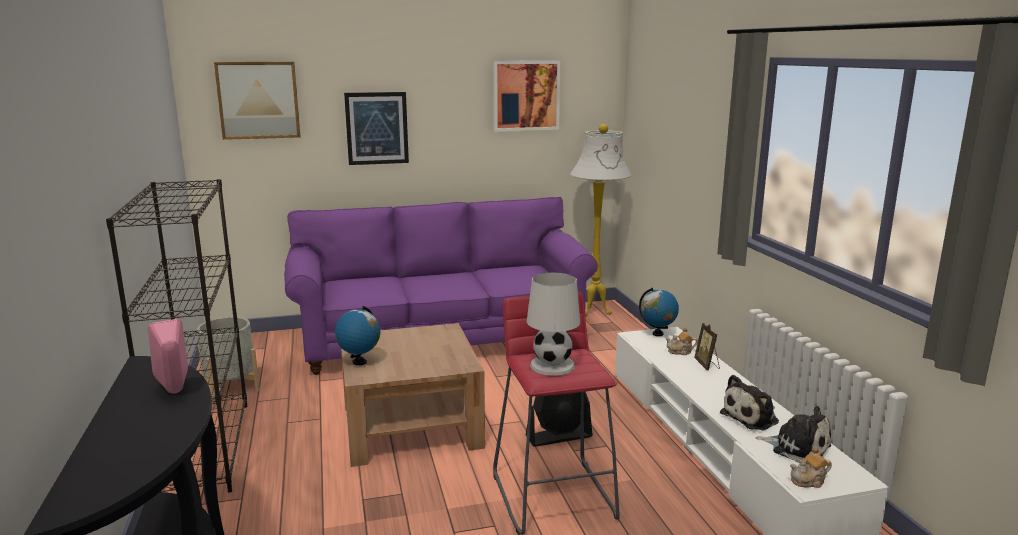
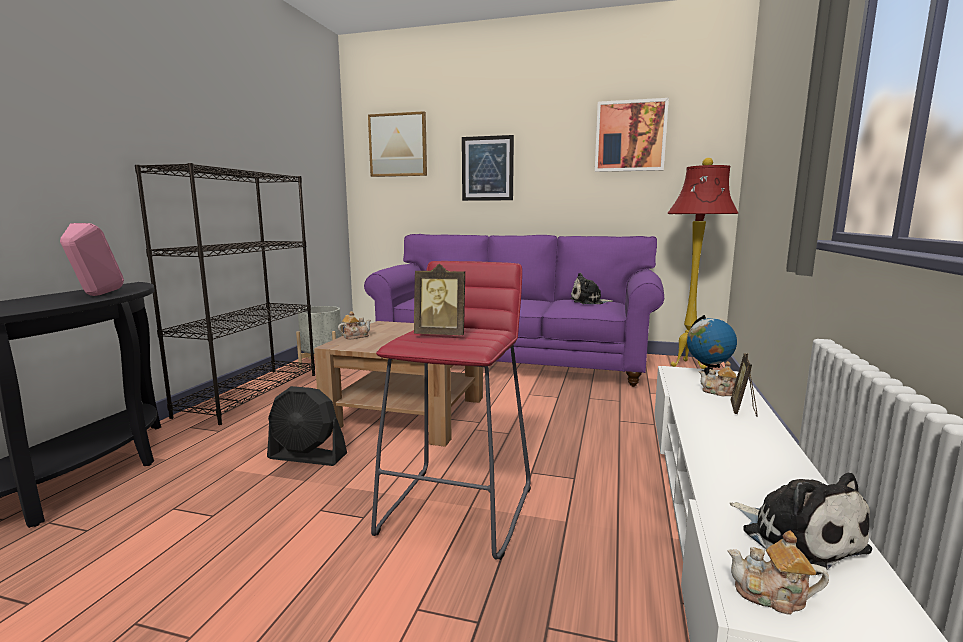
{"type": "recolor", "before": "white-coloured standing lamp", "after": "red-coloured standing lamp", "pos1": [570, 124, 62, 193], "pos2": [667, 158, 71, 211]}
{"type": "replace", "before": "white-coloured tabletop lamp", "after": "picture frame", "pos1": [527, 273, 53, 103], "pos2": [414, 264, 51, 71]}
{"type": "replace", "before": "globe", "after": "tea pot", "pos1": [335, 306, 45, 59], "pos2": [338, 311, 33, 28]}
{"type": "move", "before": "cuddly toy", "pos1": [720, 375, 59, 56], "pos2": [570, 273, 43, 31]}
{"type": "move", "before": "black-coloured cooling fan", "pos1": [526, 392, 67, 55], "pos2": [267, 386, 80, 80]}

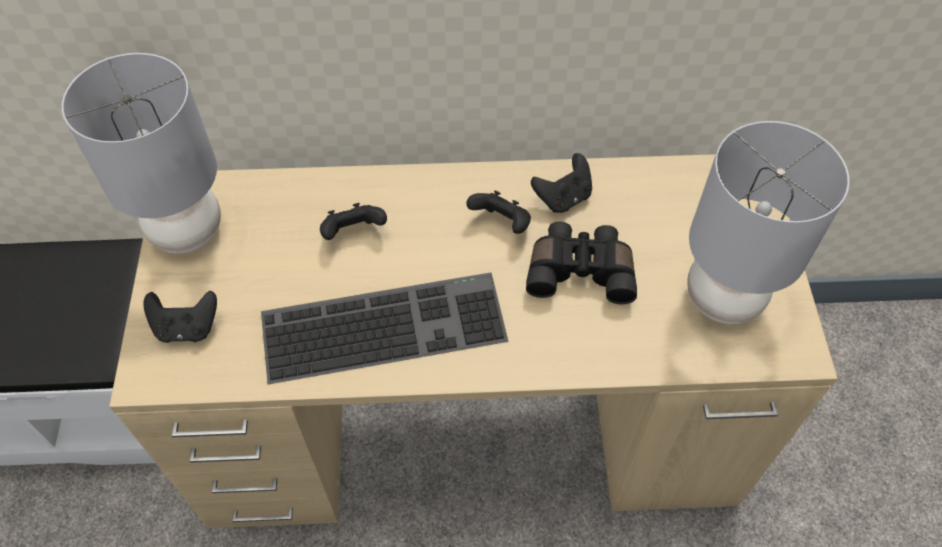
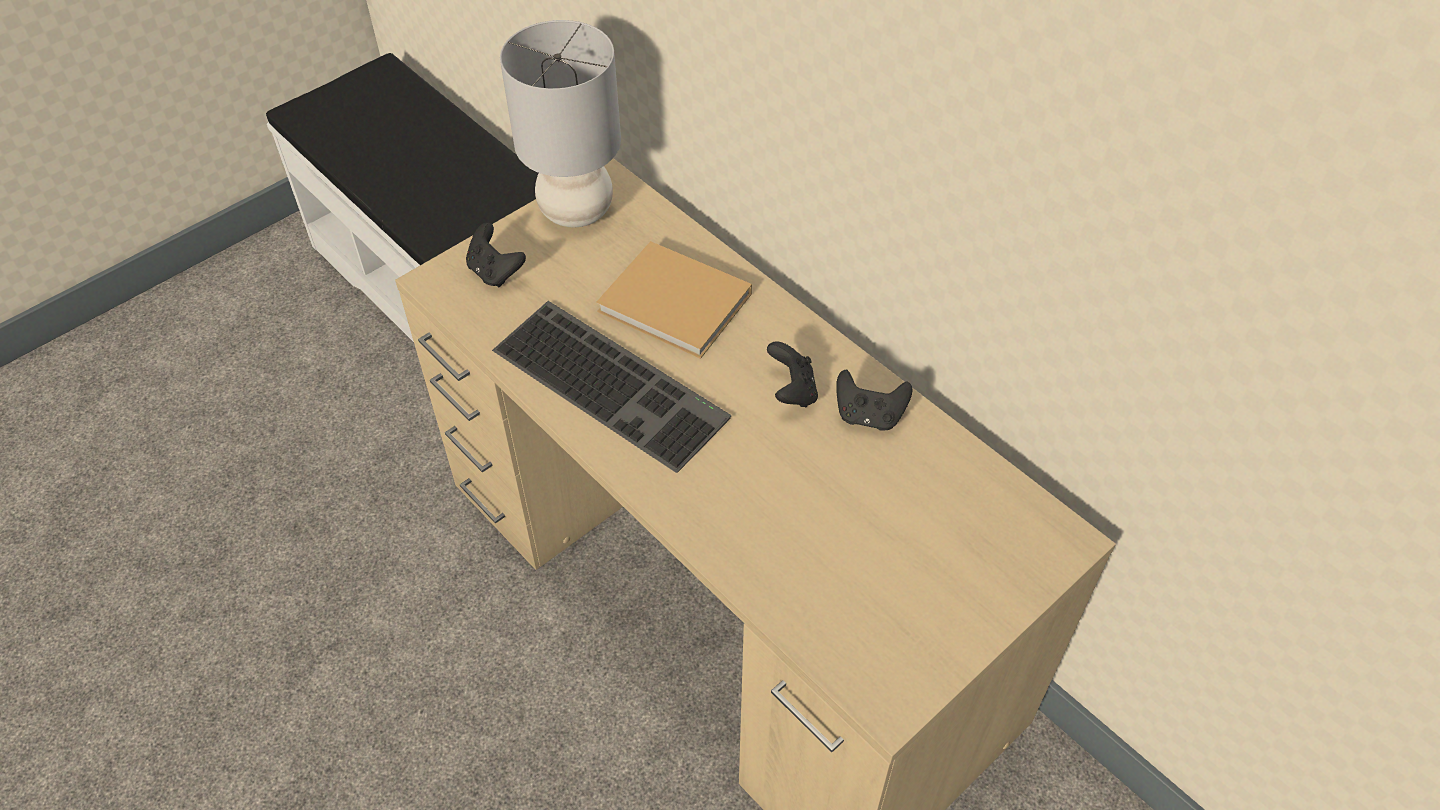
{"type": "delete", "before": "greyish tabletop lamp", "pos1": [687, 121, 163, 203]}
{"type": "replace", "before": "black-coloured gamepad", "after": "sand-coloured book", "pos1": [320, 203, 67, 37], "pos2": [596, 241, 156, 118]}
{"type": "delete", "before": "black-coloured pair of binoculars", "pos1": [526, 222, 111, 82]}

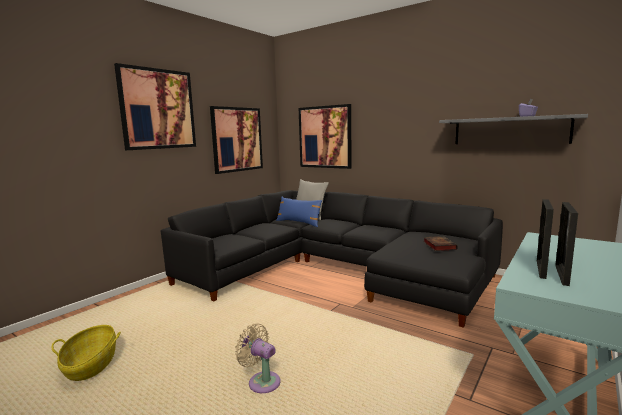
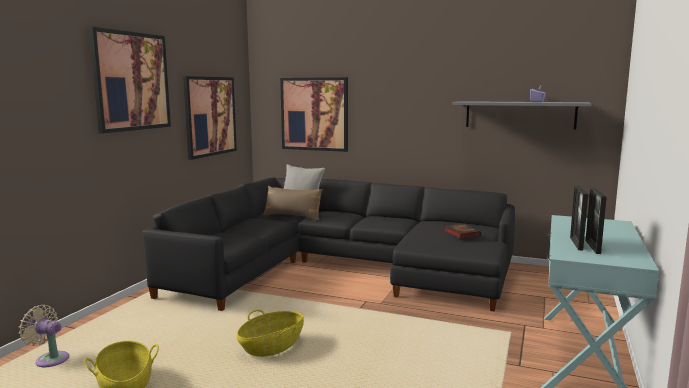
{"type": "recolor", "before": "blue-coloured throw pillow", "after": "brown-coloured throw pillow", "pos1": [276, 196, 46, 31], "pos2": [263, 186, 60, 35]}
{"type": "move", "before": "sand-coloured cooling fan", "pos1": [235, 324, 45, 69], "pos2": [19, 305, 50, 62]}
{"type": "insert", "after": "storage basket", "pos2": [237, 309, 67, 48]}

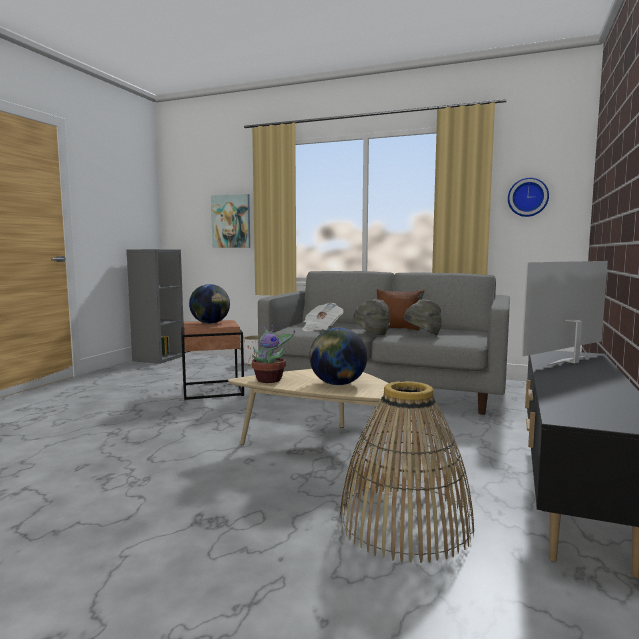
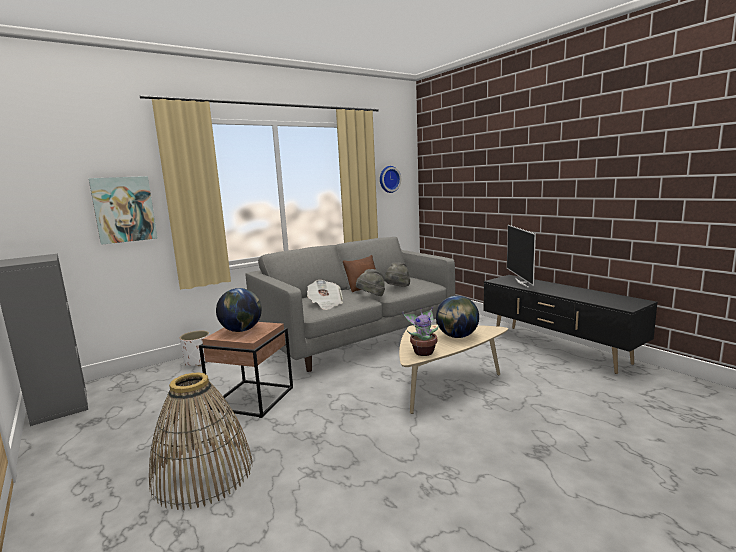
{"type": "move", "before": "storage basket", "pos1": [340, 381, 134, 182], "pos2": [149, 372, 104, 138]}

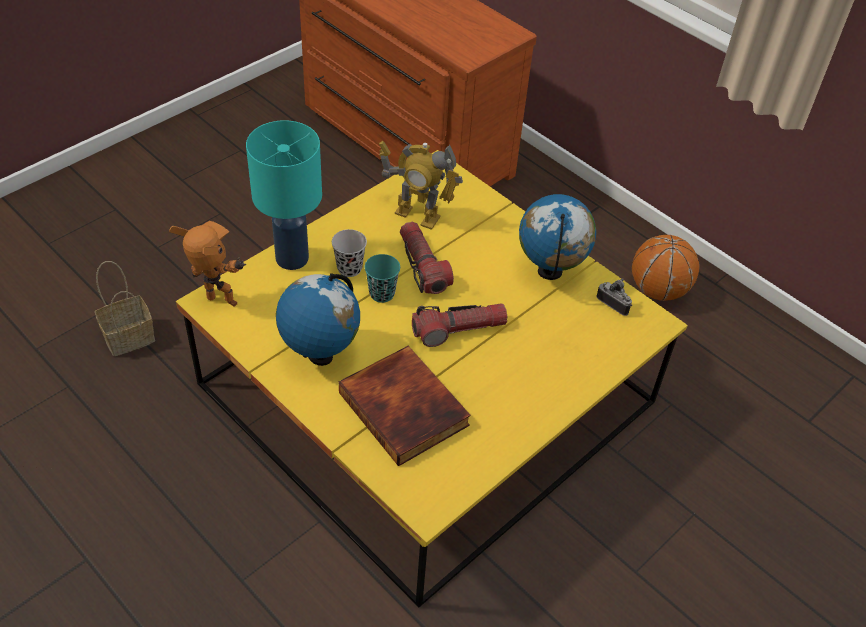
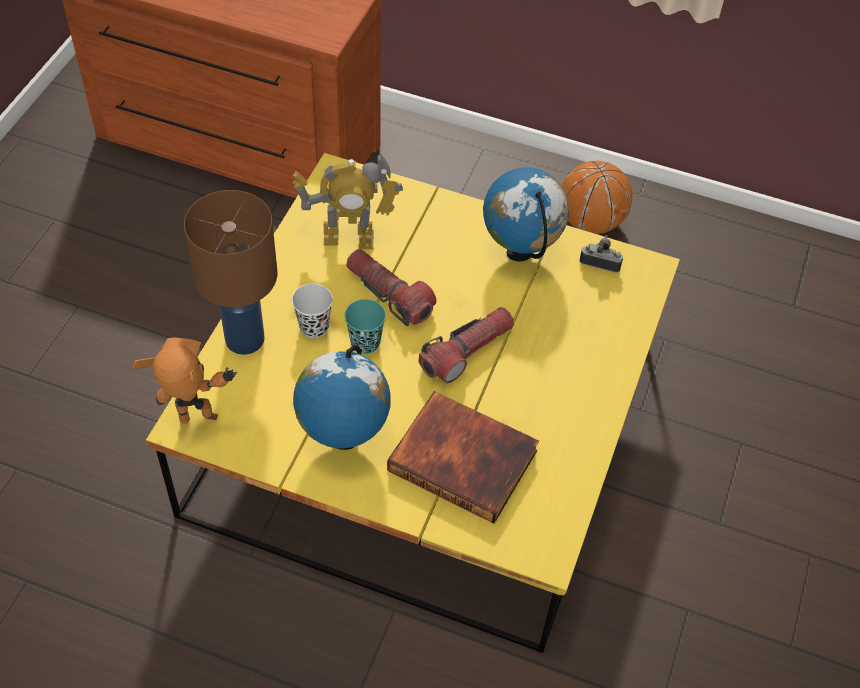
{"type": "recolor", "before": "blue-green tabletop lamp", "after": "brown-coloured tabletop lamp", "pos1": [246, 120, 76, 150], "pos2": [184, 190, 93, 165]}
{"type": "delete", "before": "storage basket", "pos1": [95, 261, 60, 95]}

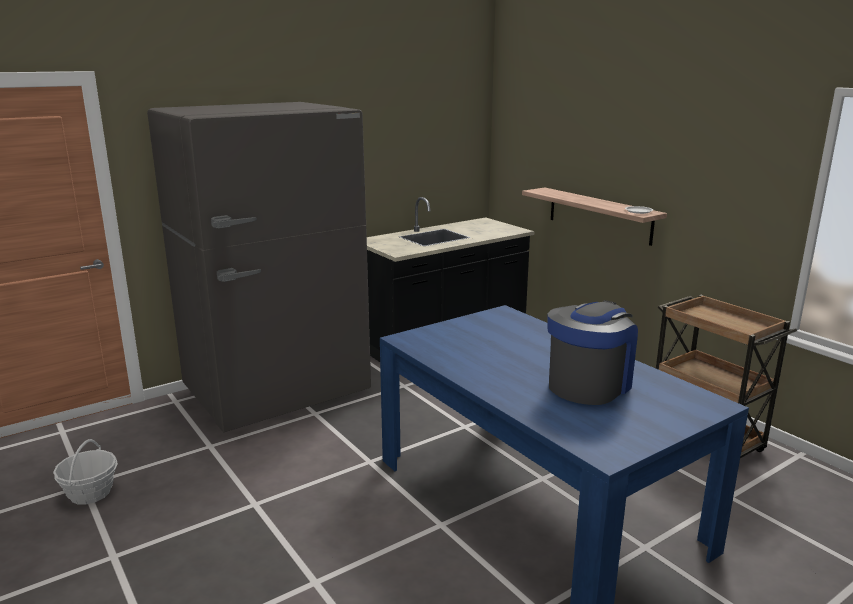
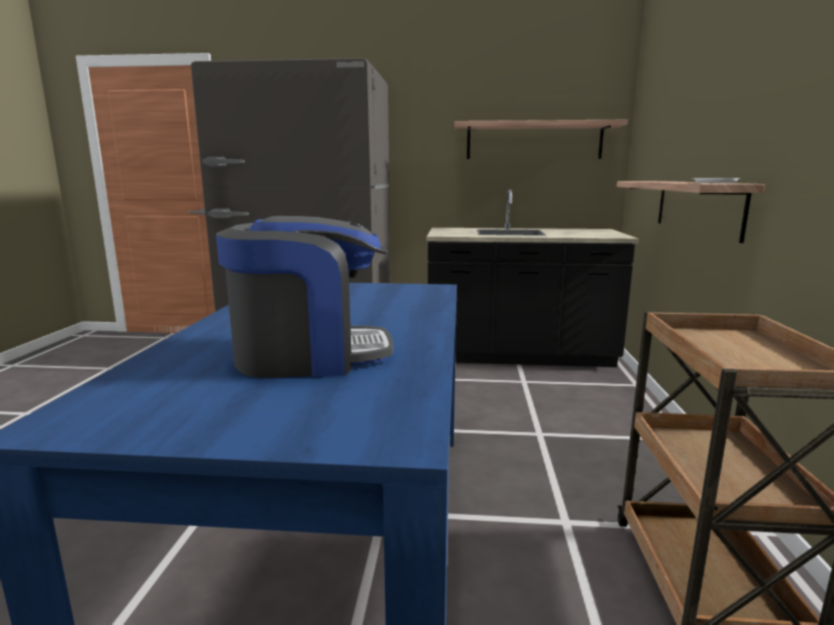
{"type": "delete", "before": "storage basket", "pos1": [53, 439, 65, 66]}
{"type": "insert", "after": "wall shelf", "pos2": [455, 120, 173, 39]}

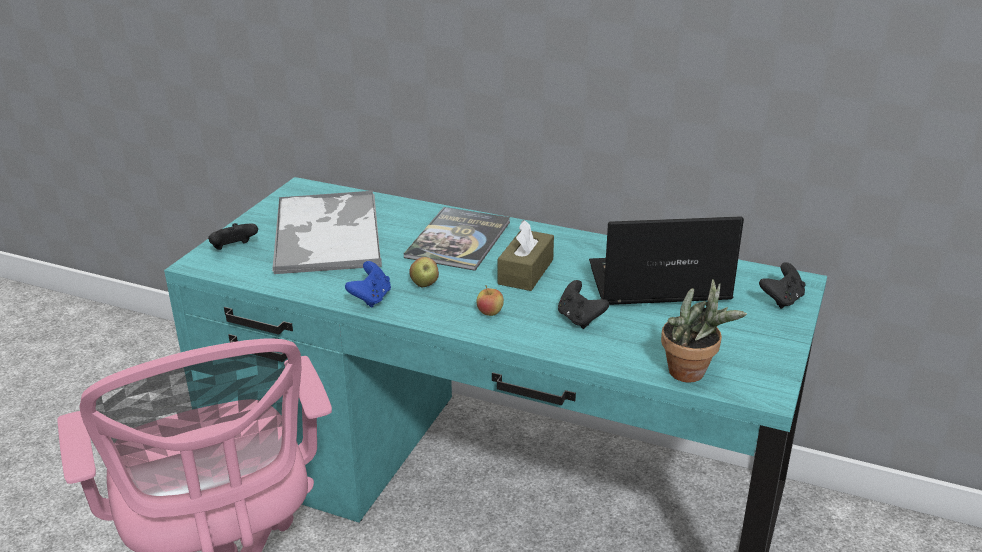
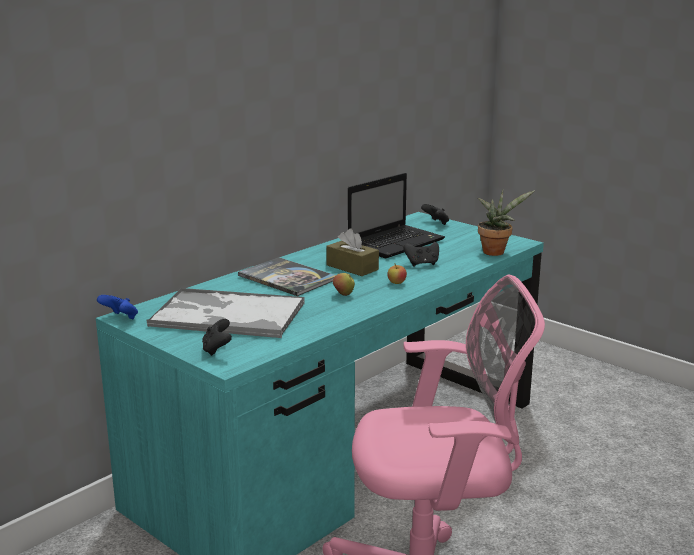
{"type": "rotate", "before": "notebook computer", "pos1": [589, 216, 155, 89], "pos2": [348, 173, 97, 85], "turn": -150}
{"type": "move", "before": "blue-coloured gamepad", "pos1": [345, 261, 46, 47], "pos2": [97, 295, 41, 24]}

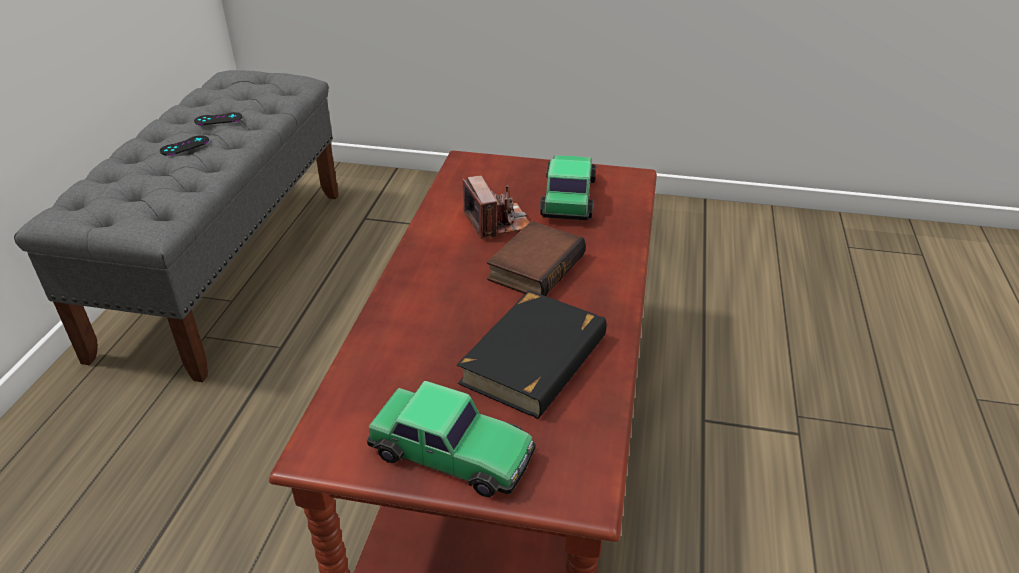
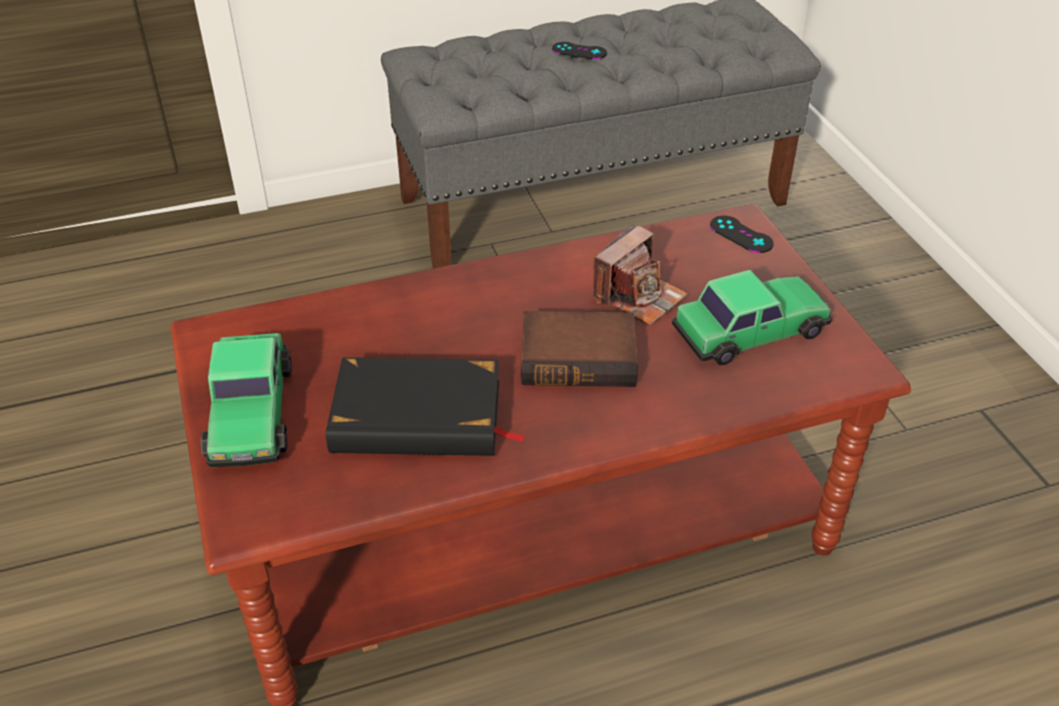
{"type": "move", "before": "black-coloured gamepad", "pos1": [194, 112, 48, 13], "pos2": [710, 216, 64, 37]}

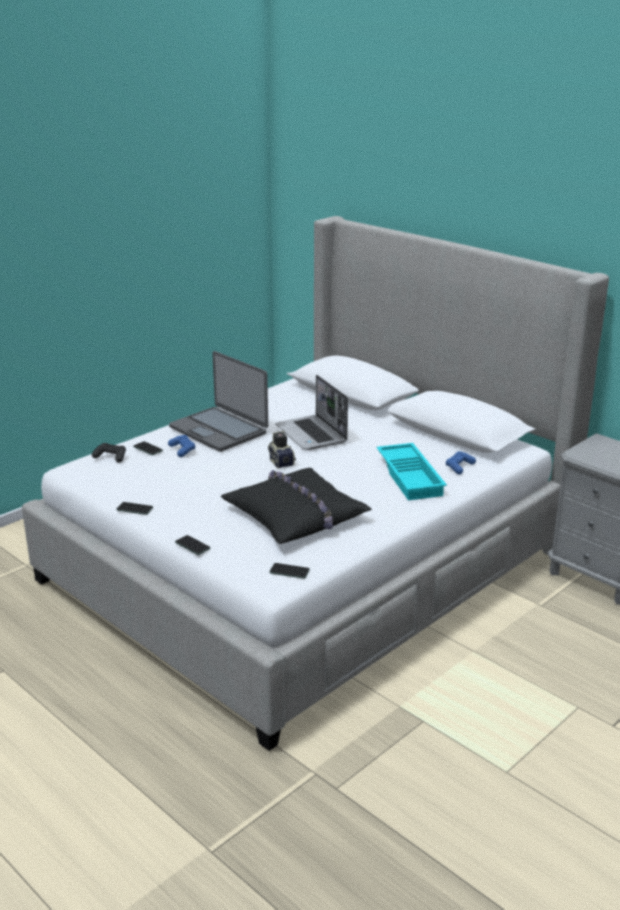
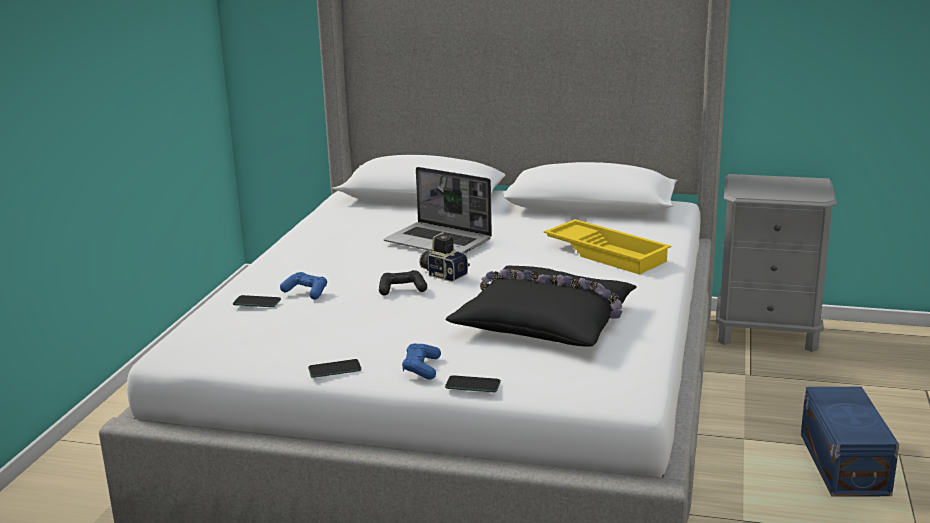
{"type": "delete", "before": "notebook computer", "pos1": [169, 351, 99, 101]}
{"type": "move", "before": "black-coloured gamepad", "pos1": [92, 443, 34, 20], "pos2": [379, 270, 48, 25]}
{"type": "recolor", "before": "blue-green carrying tray", "after": "yellowish carrying tray", "pos1": [377, 443, 70, 57], "pos2": [544, 219, 127, 56]}
{"type": "move", "before": "blue-coloured gamepad", "pos1": [446, 451, 30, 23], "pos2": [402, 343, 39, 37]}
{"type": "delete", "before": "handset", "pos1": [270, 563, 40, 16]}
{"type": "insert", "after": "blue-coloured storage box", "pos2": [801, 387, 98, 109]}

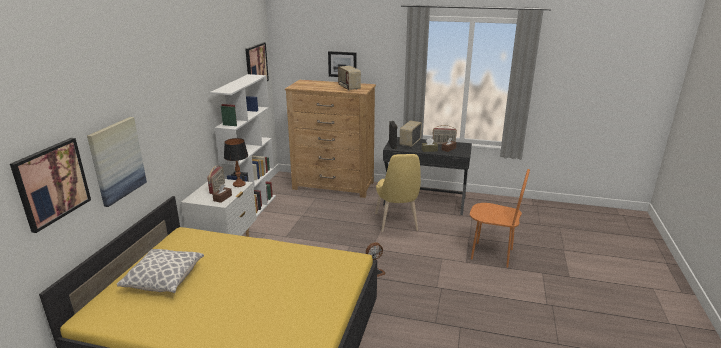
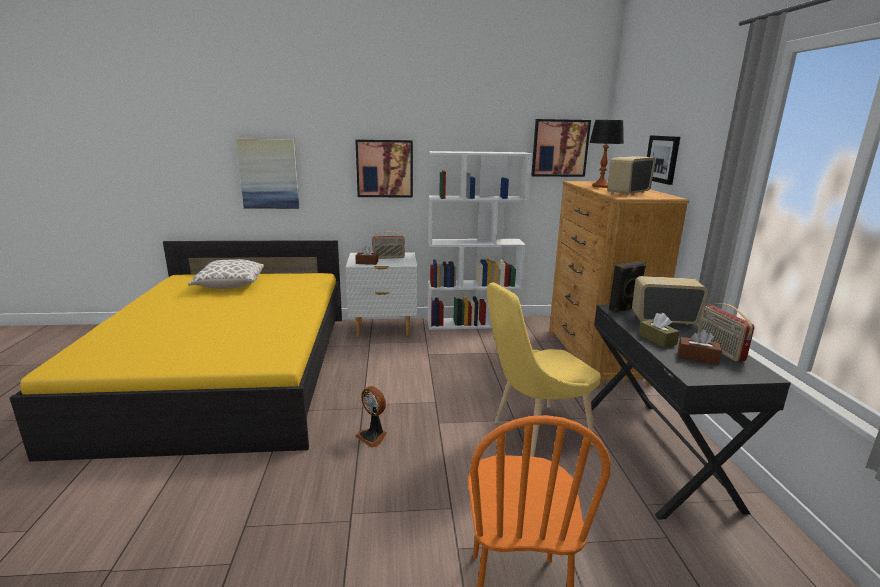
{"type": "move", "before": "wall art", "pos1": [10, 138, 81, 95], "pos2": [355, 139, 58, 58]}
{"type": "move", "before": "tabletop lamp", "pos1": [224, 138, 24, 49], "pos2": [589, 120, 35, 68]}

